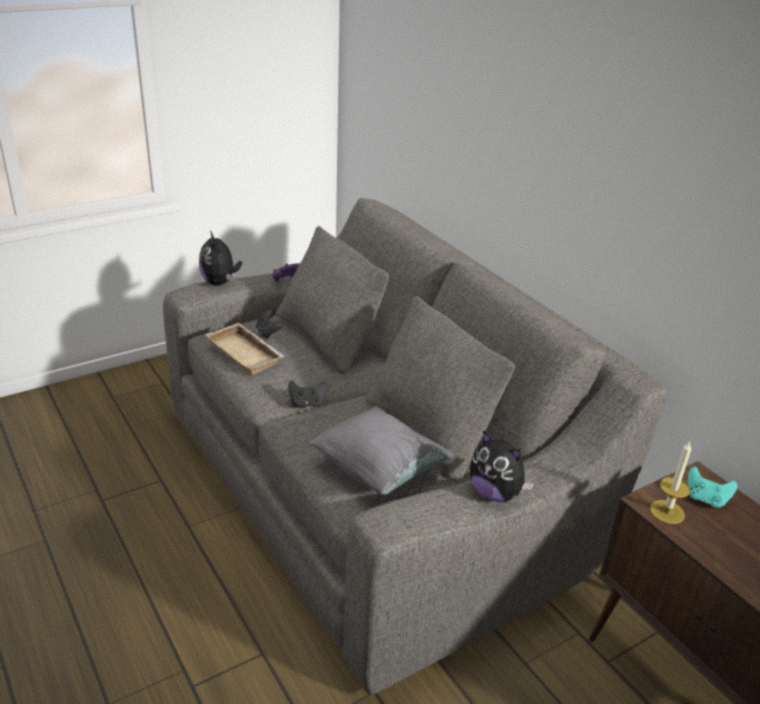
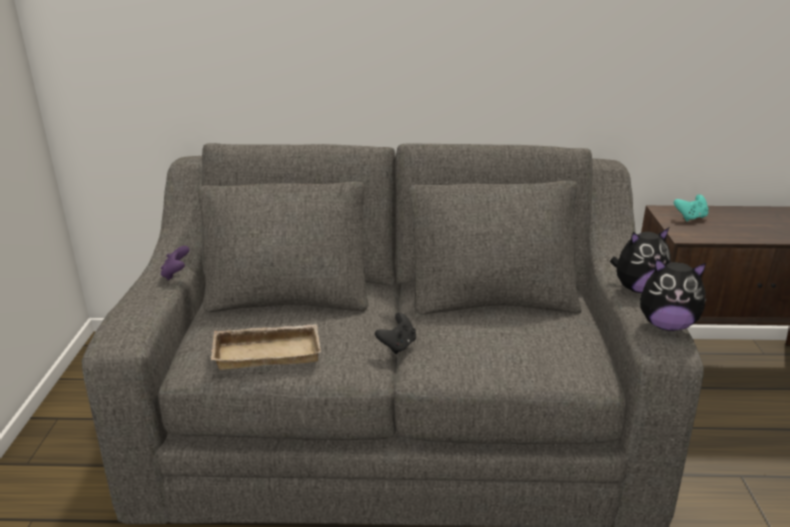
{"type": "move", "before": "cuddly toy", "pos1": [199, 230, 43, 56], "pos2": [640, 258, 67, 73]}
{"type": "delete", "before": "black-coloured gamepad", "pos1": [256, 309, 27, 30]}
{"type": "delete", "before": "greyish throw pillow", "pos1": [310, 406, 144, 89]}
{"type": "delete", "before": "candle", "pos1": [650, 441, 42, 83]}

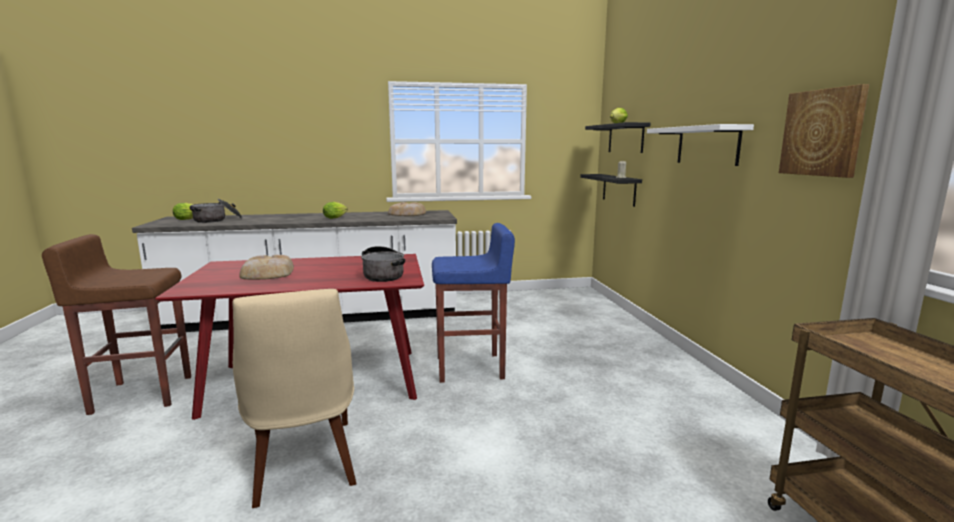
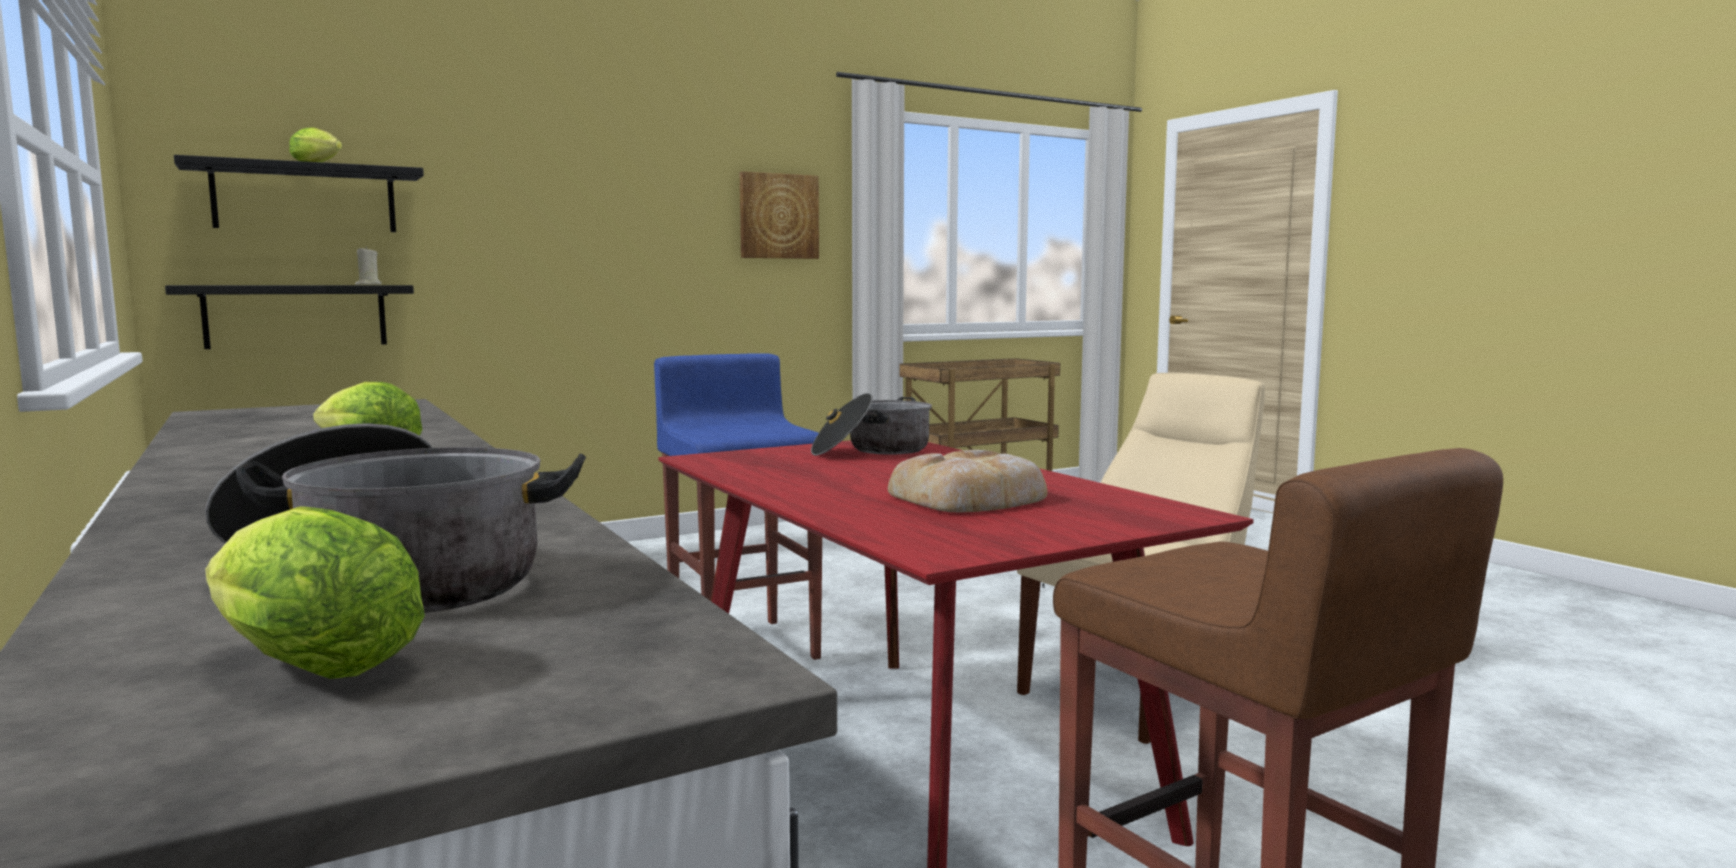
{"type": "delete", "before": "white-coloured wall shelf", "pos1": [647, 124, 107, 42]}
{"type": "delete", "before": "bakery bread", "pos1": [388, 202, 38, 14]}

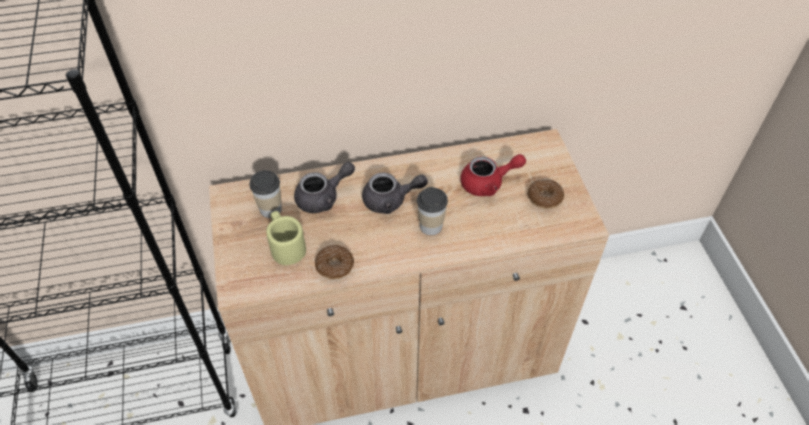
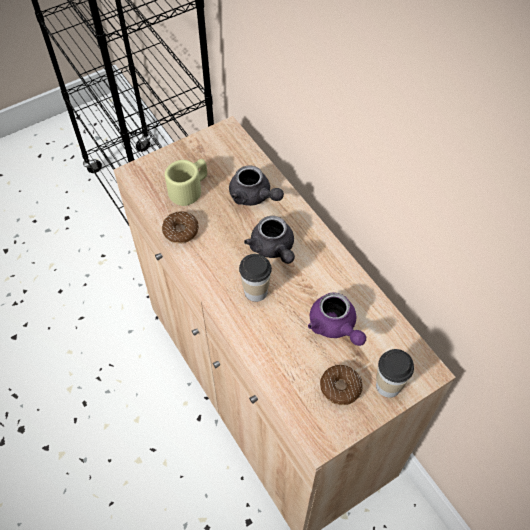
{"type": "recolor", "before": "red-coloured tea pot", "after": "purple-coloured tea pot", "pos1": [460, 154, 66, 42], "pos2": [308, 292, 58, 54]}
{"type": "move", "before": "drinking cup", "pos1": [249, 170, 33, 48], "pos2": [376, 349, 38, 49]}

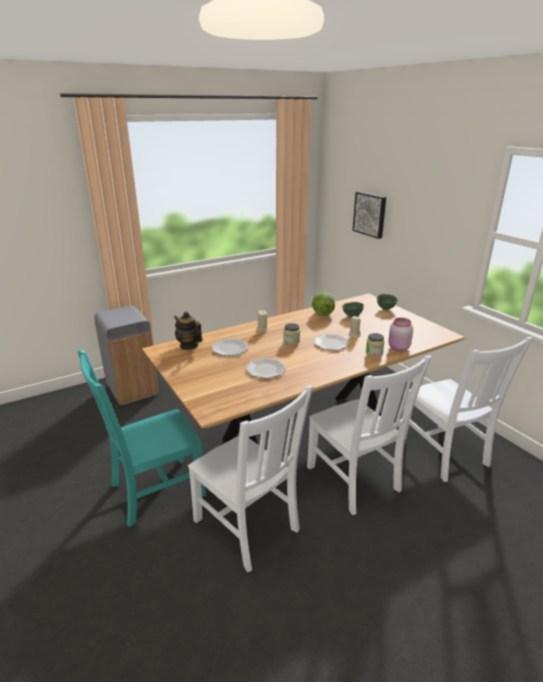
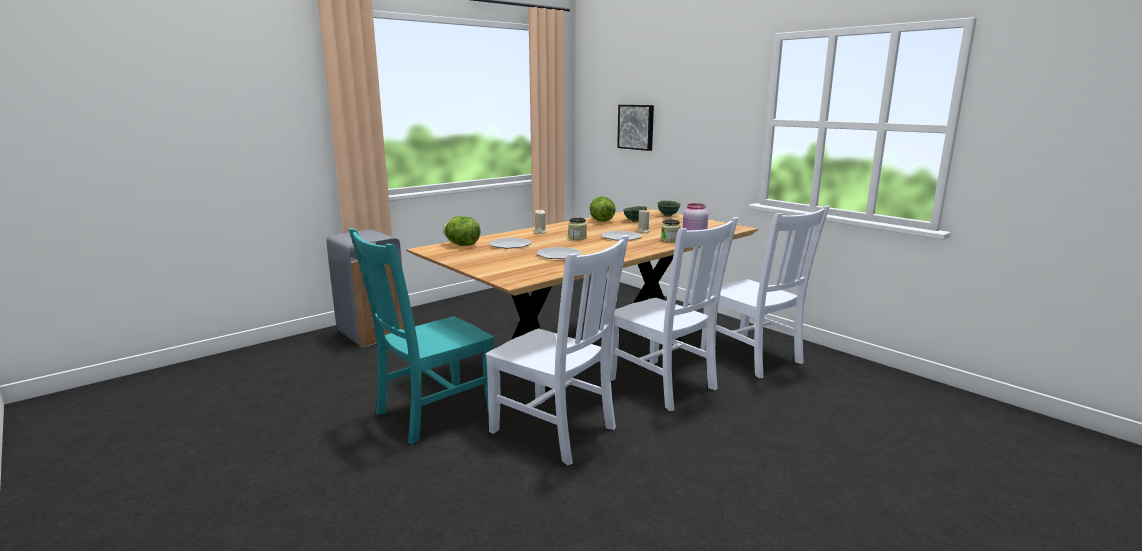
{"type": "replace", "before": "tea pot", "after": "head of lettuce", "pos1": [174, 311, 29, 39], "pos2": [443, 216, 37, 30]}

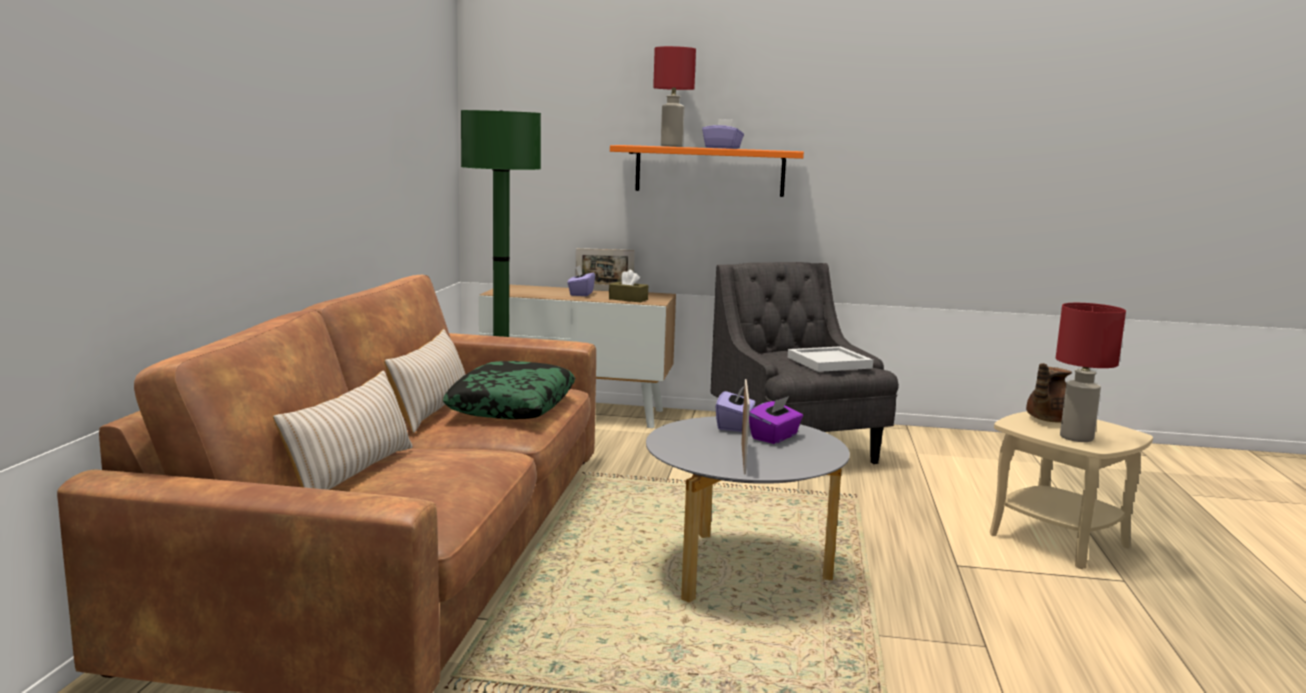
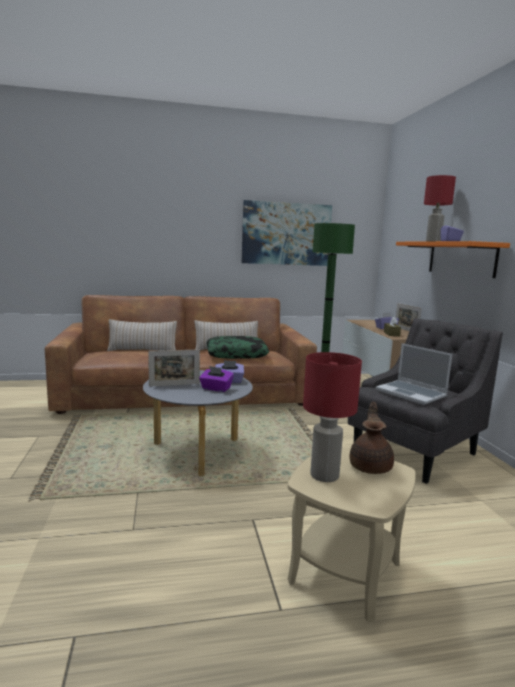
{"type": "replace", "before": "white-coloured carrying tray", "after": "notebook computer", "pos1": [788, 346, 85, 26], "pos2": [376, 343, 76, 62]}
{"type": "rotate", "before": "brown-coloured tea pot", "pos1": [1026, 363, 46, 60], "pos2": [350, 402, 44, 72], "turn": 75}
{"type": "insert", "after": "wall art", "pos2": [241, 200, 91, 66]}

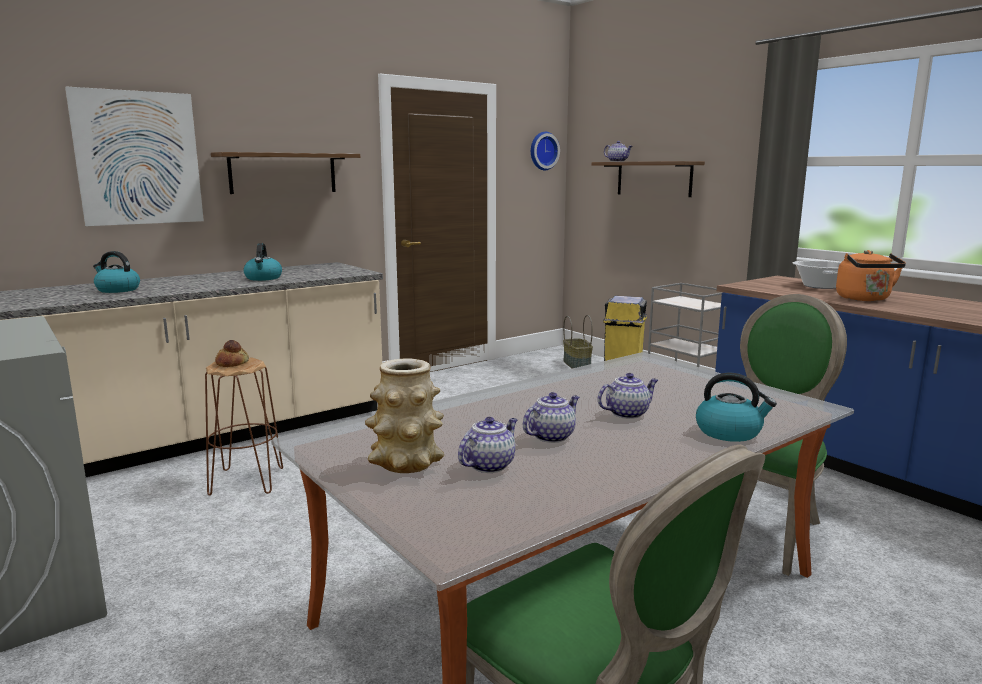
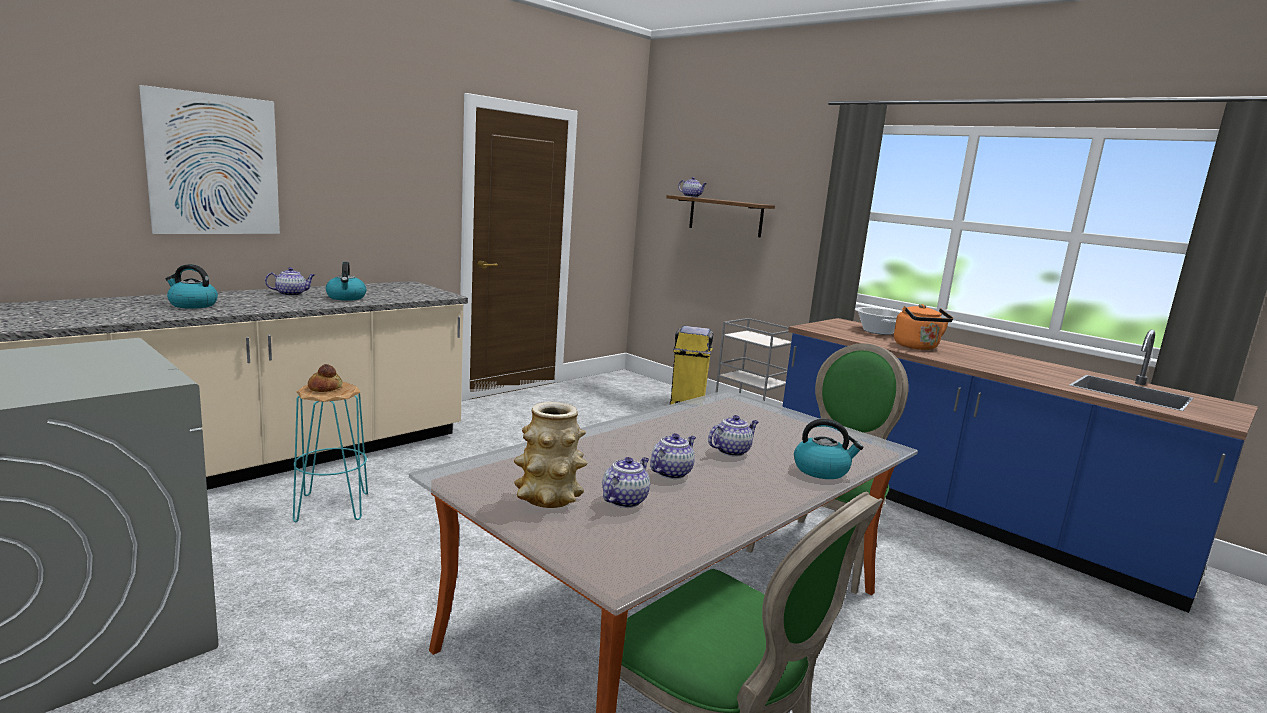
{"type": "delete", "before": "clock on the wall", "pos1": [531, 132, 29, 38]}
{"type": "delete", "before": "wall shelf", "pos1": [211, 152, 149, 42]}
{"type": "delete", "before": "storage basket", "pos1": [563, 315, 30, 54]}
{"type": "recolor", "before": "brown-coloured stool", "after": "blue-green stool", "pos1": [205, 358, 78, 138], "pos2": [293, 382, 75, 140]}
{"type": "insert", "after": "tea pot", "pos2": [265, 267, 50, 29]}

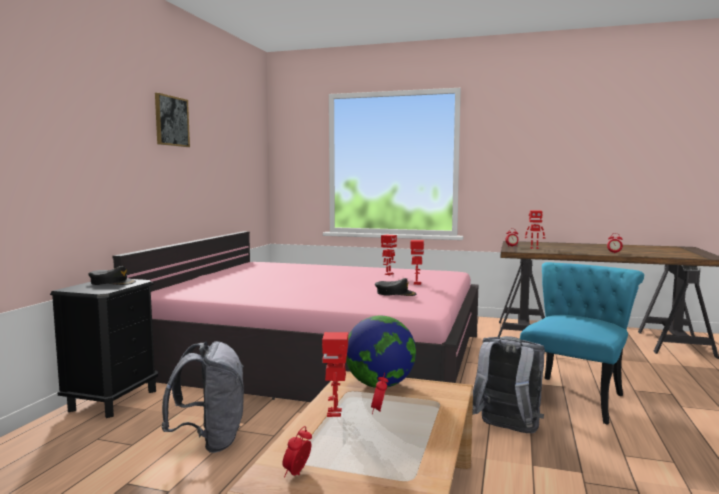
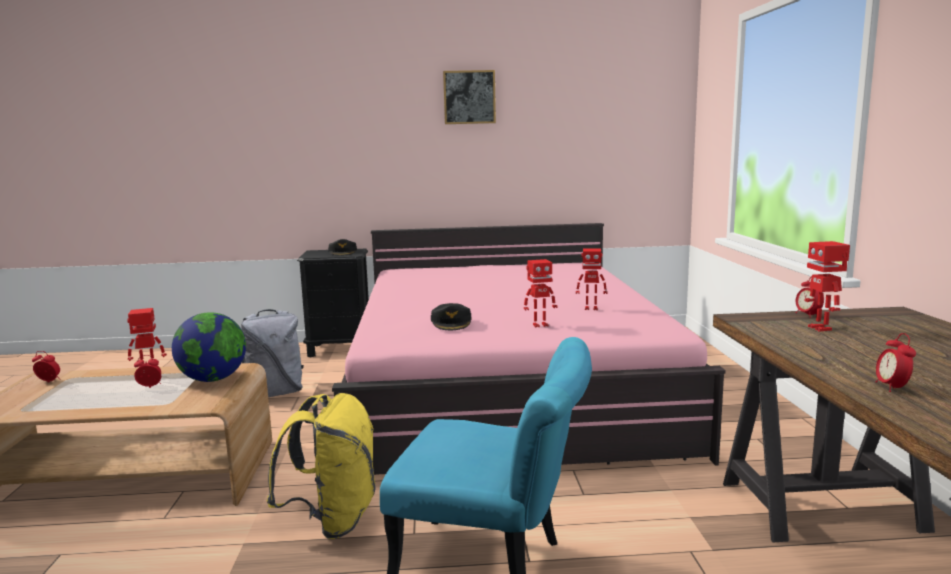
{"type": "recolor", "before": "greyish rucksack", "after": "yellowish rucksack", "pos1": [472, 336, 73, 97], "pos2": [267, 393, 109, 146]}

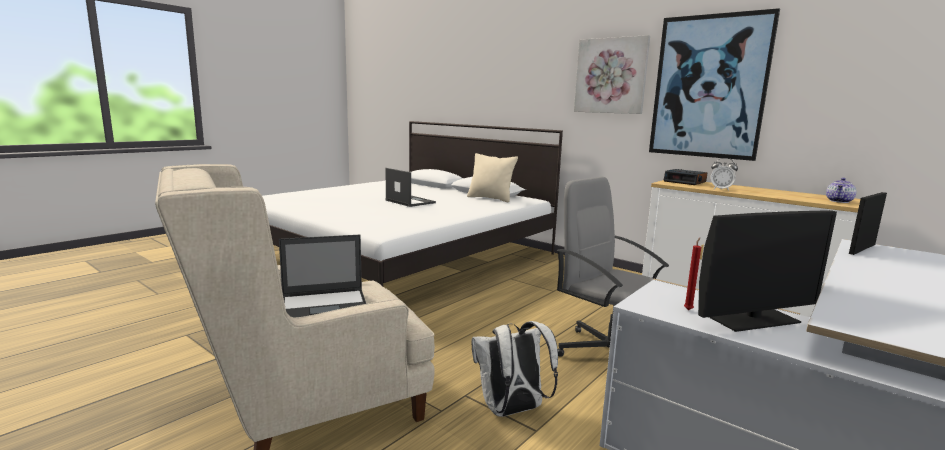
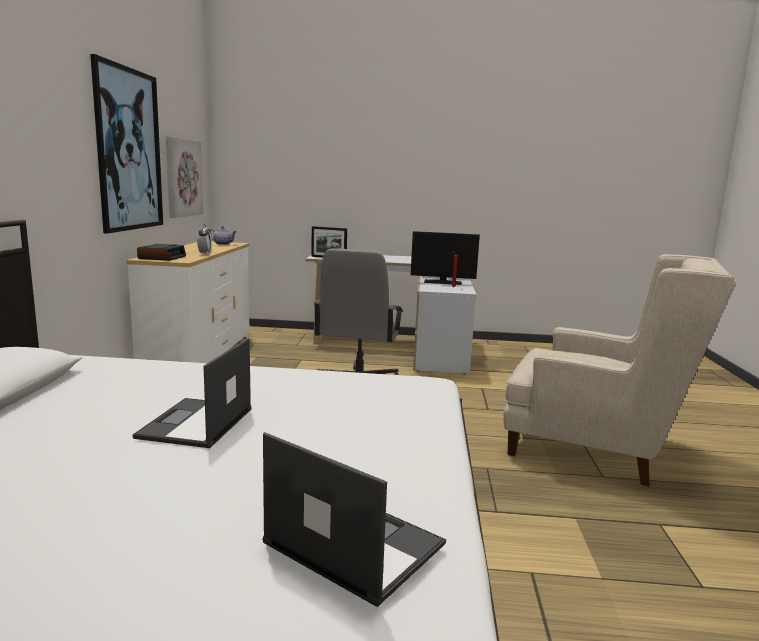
{"type": "move", "before": "wall art", "pos1": [574, 35, 76, 79], "pos2": [166, 136, 37, 82]}
{"type": "delete", "before": "sand-coloured throw pillow", "pos1": [467, 153, 51, 49]}
{"type": "rotate", "before": "computer display", "pos1": [698, 210, 139, 122], "pos2": [411, 231, 69, 54], "turn": 150}
{"type": "move", "before": "notebook computer", "pos1": [279, 235, 87, 82], "pos2": [263, 432, 183, 175]}
{"type": "delete", "before": "white-coloured rucksack", "pos1": [472, 321, 86, 96]}

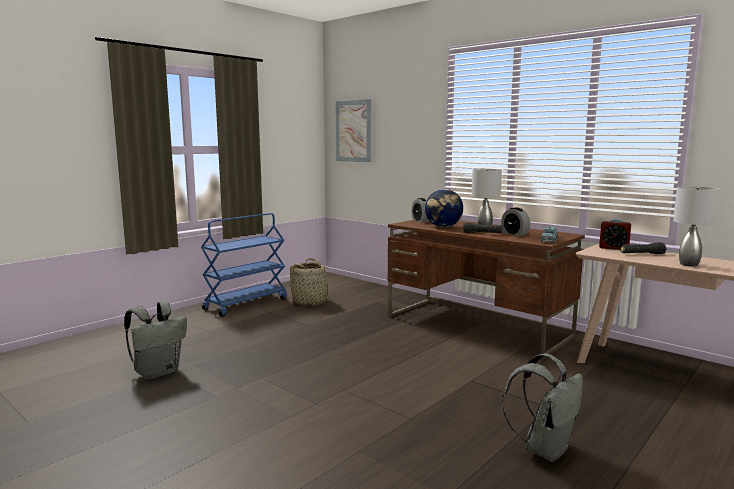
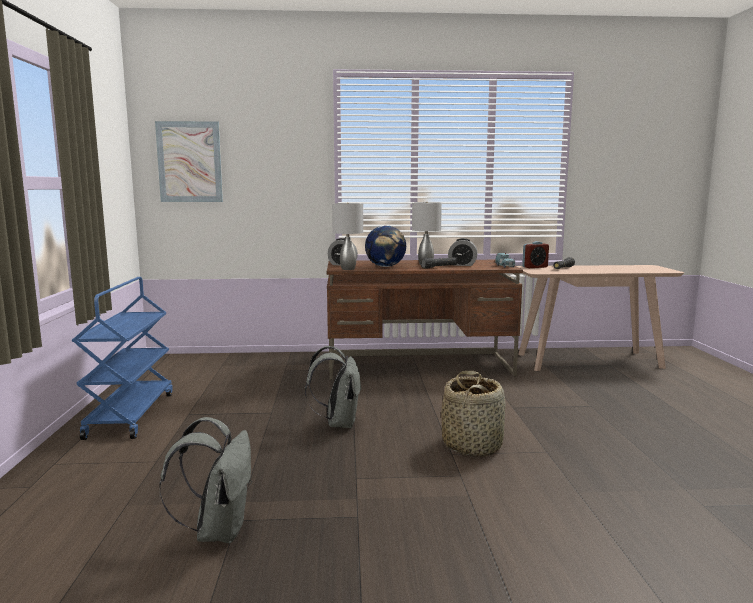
{"type": "move", "before": "greyish tabletop lamp", "pos1": [673, 187, 47, 79], "pos2": [332, 202, 31, 68]}
{"type": "move", "before": "storage basket", "pos1": [287, 258, 47, 48], "pos2": [441, 371, 65, 86]}
{"type": "move", "before": "greyish rucksack", "pos1": [502, 353, 81, 109], "pos2": [305, 346, 57, 82]}

